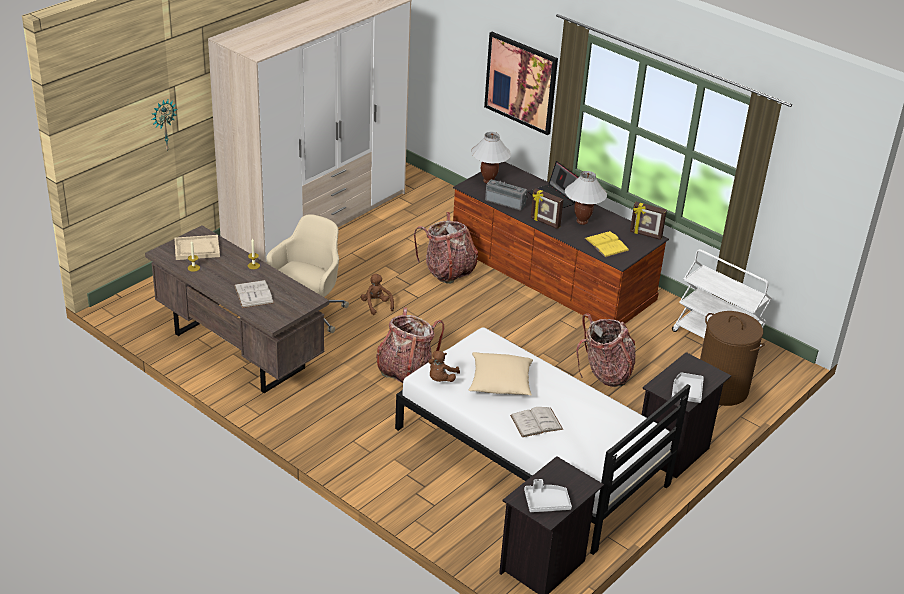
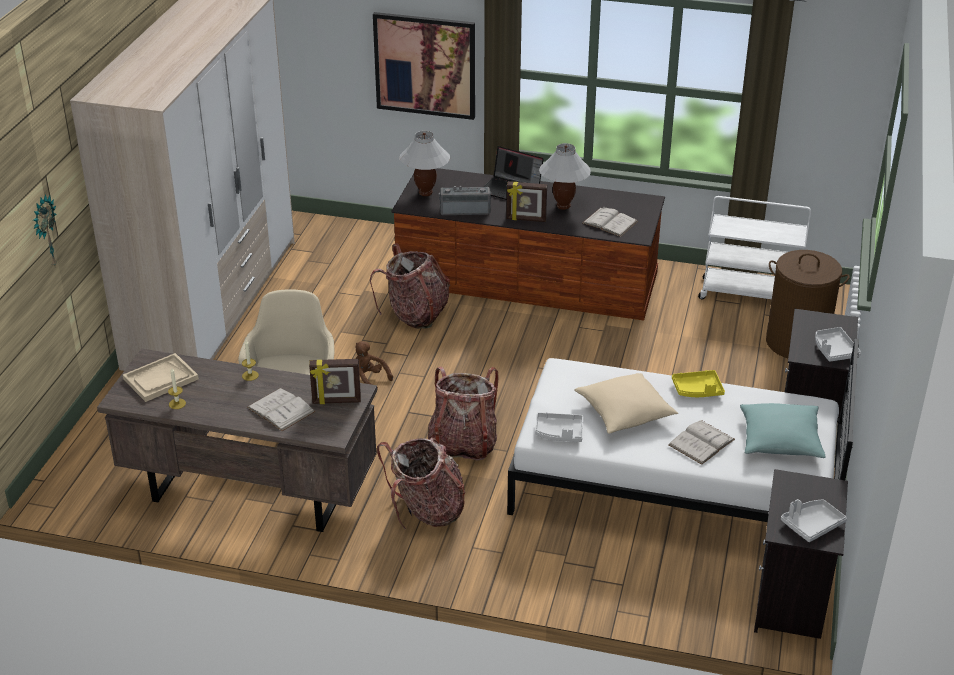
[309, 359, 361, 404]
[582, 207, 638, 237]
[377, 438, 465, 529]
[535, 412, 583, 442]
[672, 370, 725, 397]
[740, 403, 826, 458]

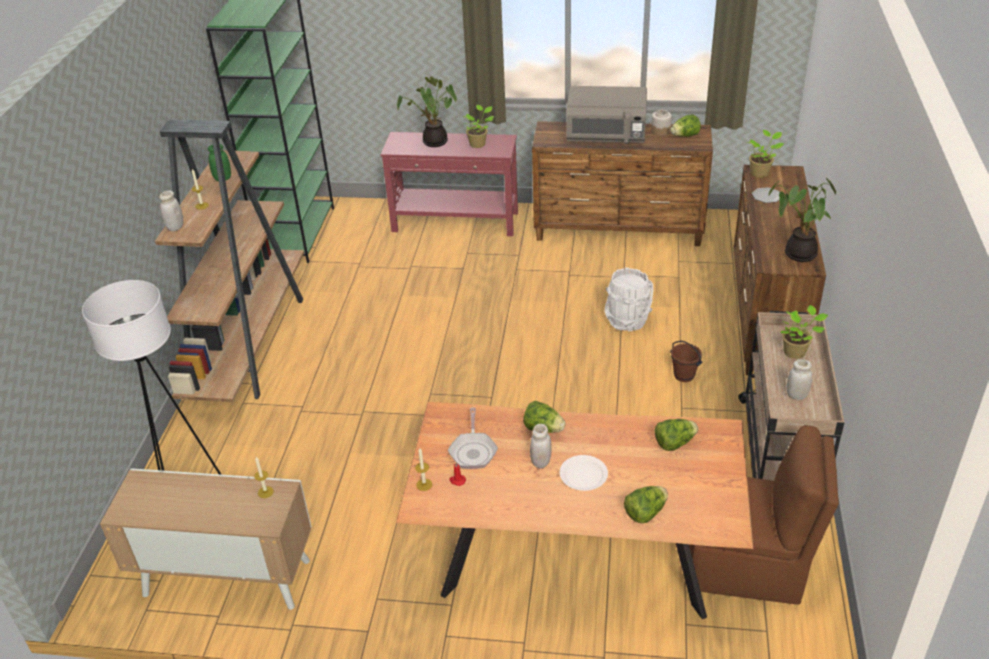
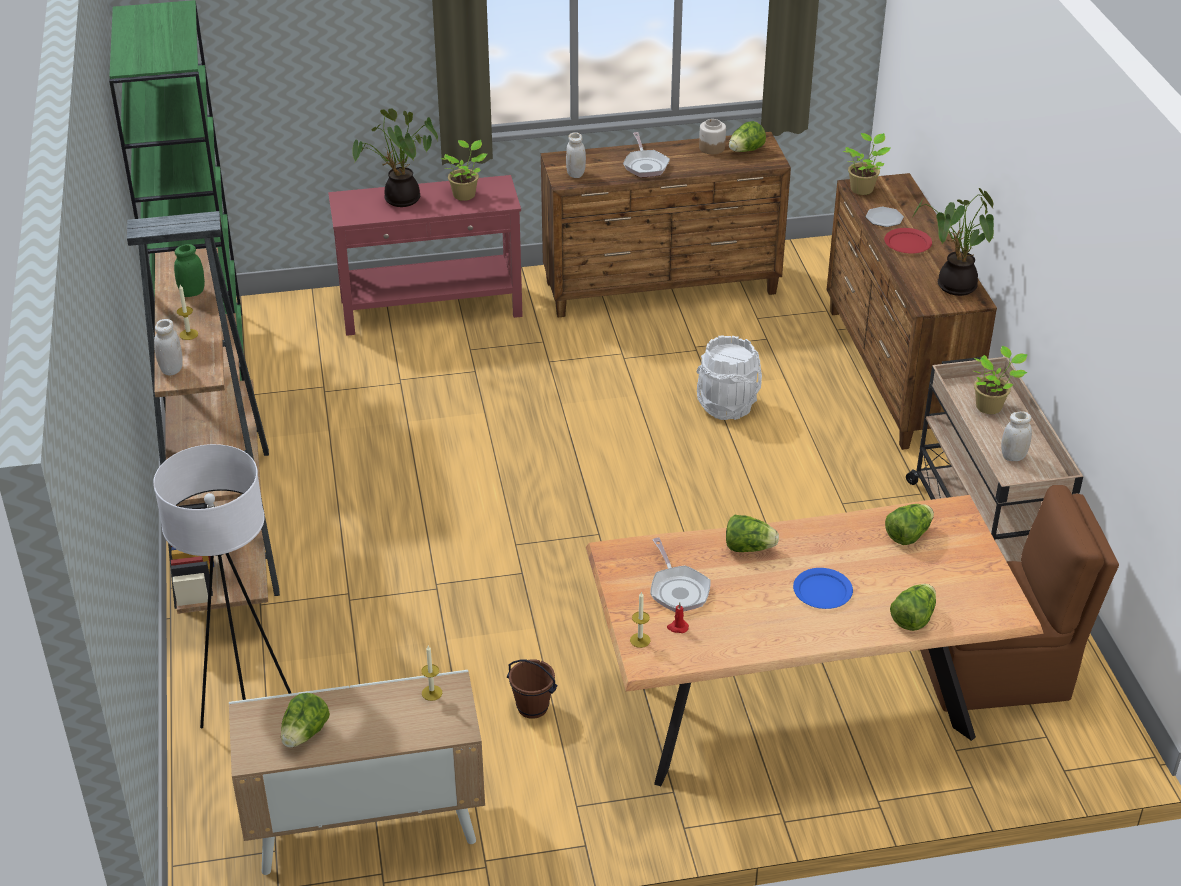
[623, 132, 670, 177]
[507, 659, 558, 719]
[566, 132, 586, 178]
[793, 568, 853, 609]
[884, 228, 932, 254]
[281, 693, 330, 748]

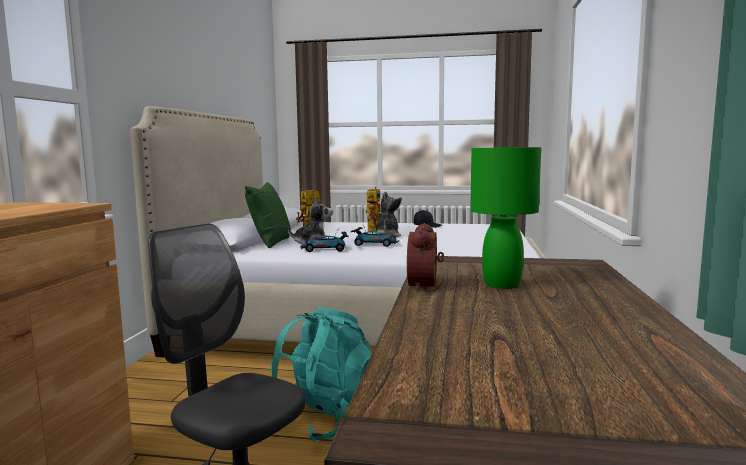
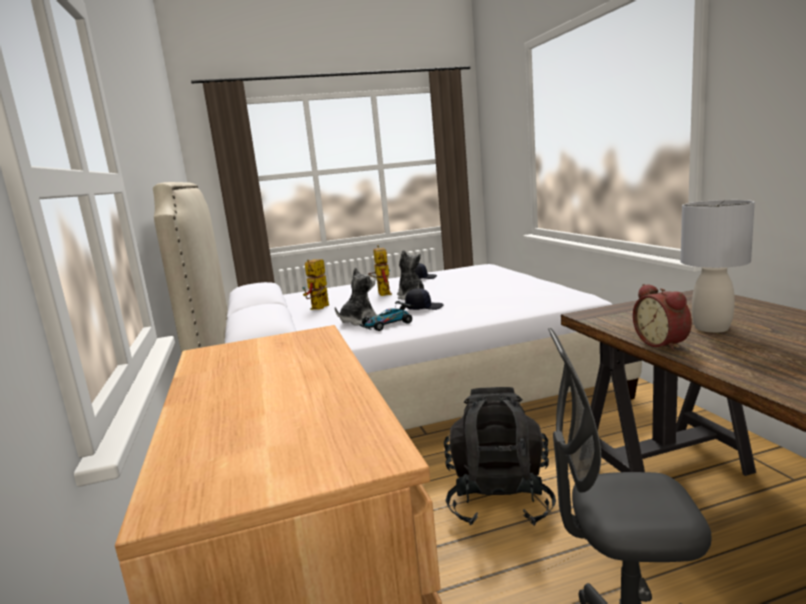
[680, 200, 755, 333]
[245, 182, 291, 248] (first image)
[405, 288, 444, 310]
[444, 387, 556, 526]

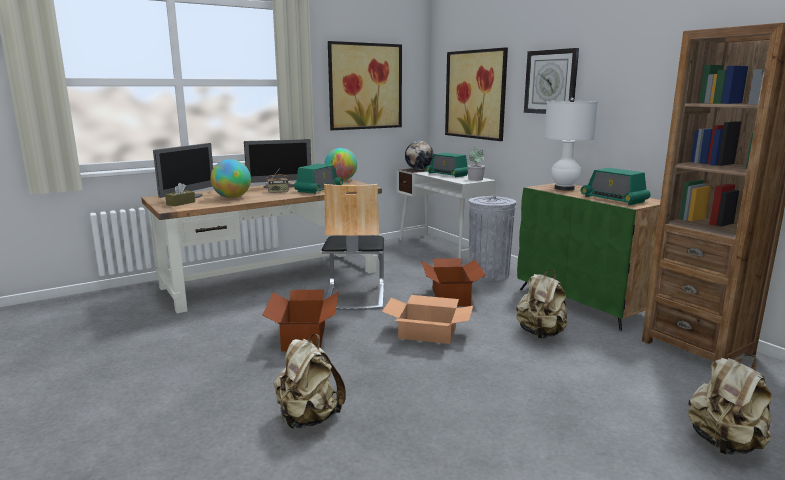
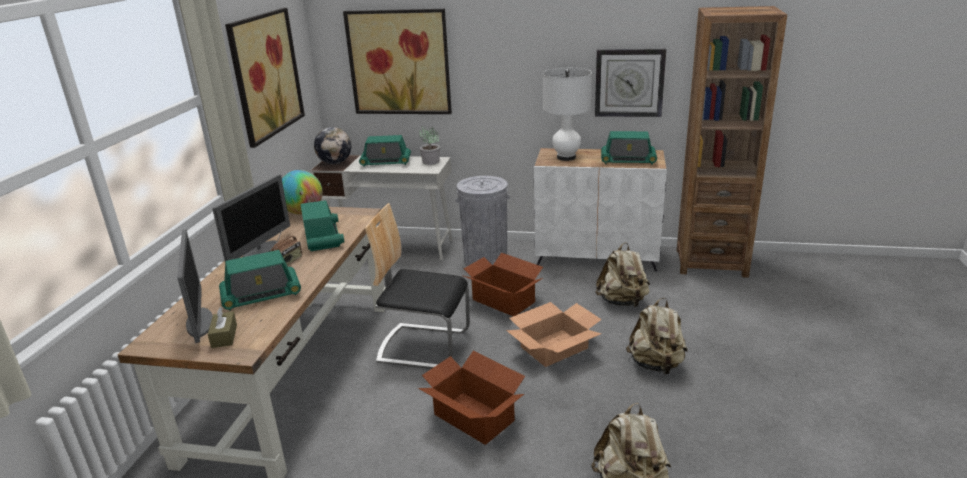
[595, 49, 666, 117]
[219, 250, 301, 311]
[534, 148, 667, 271]
[365, 203, 470, 369]
[626, 298, 688, 375]

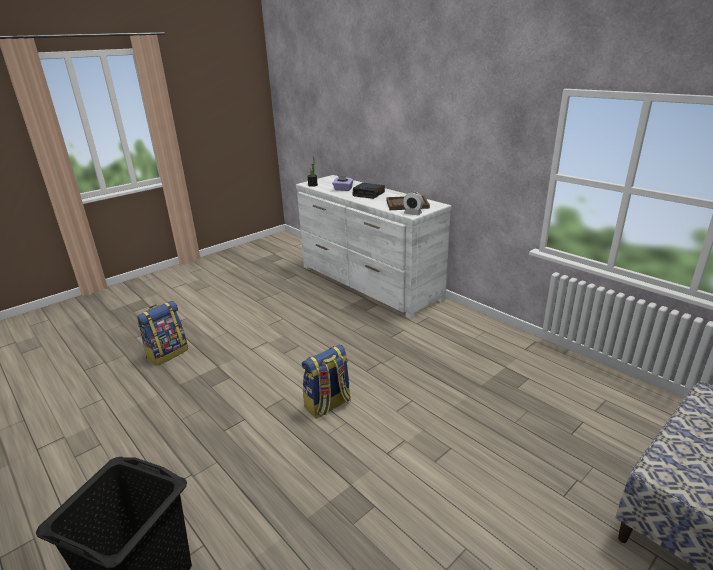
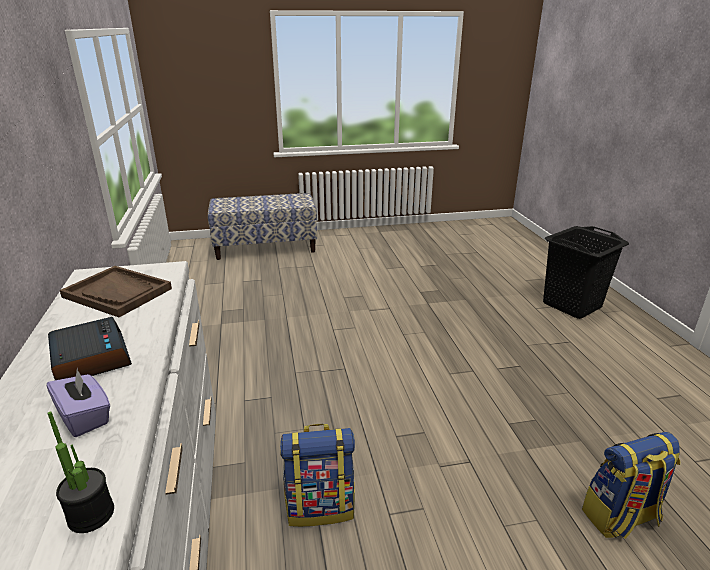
[403, 192, 424, 215] (first image)
[280, 424, 355, 527]

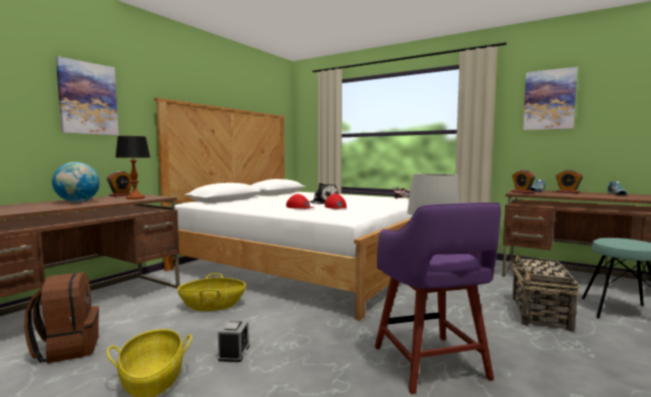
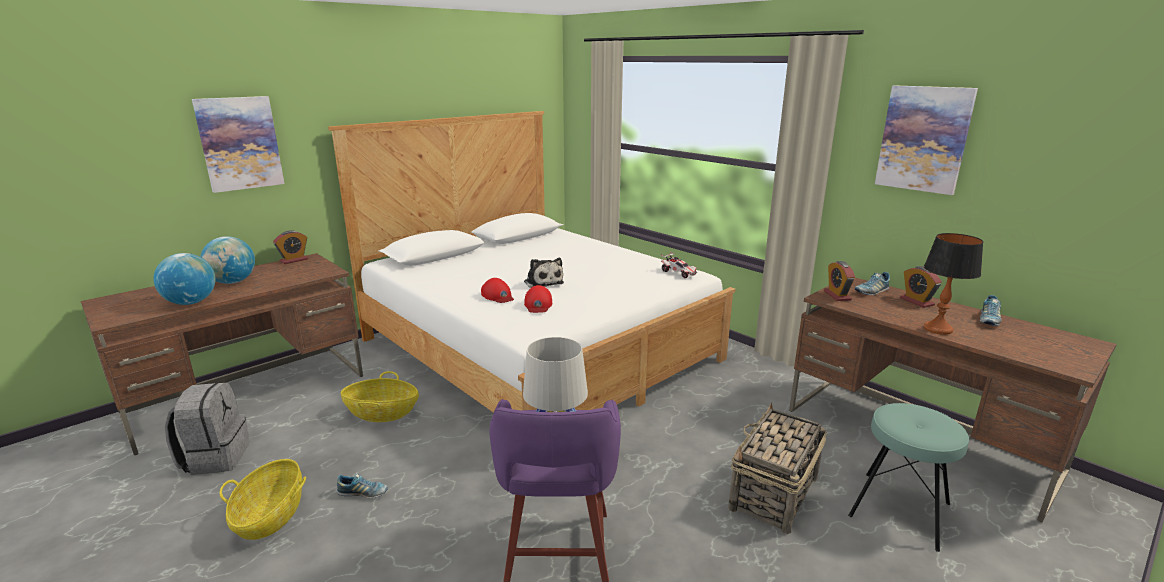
[924, 233, 983, 335]
[165, 383, 250, 475]
[337, 473, 388, 498]
[153, 253, 215, 305]

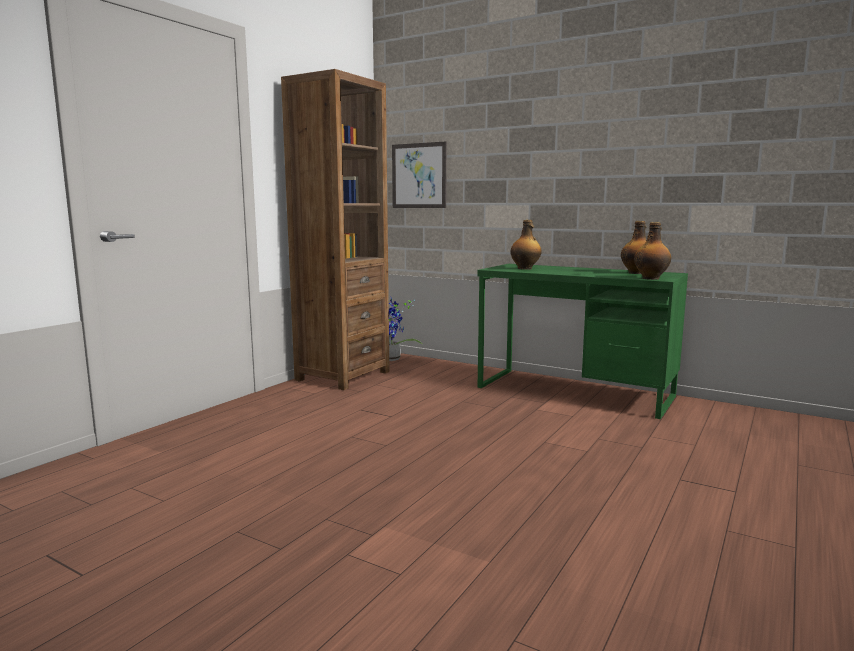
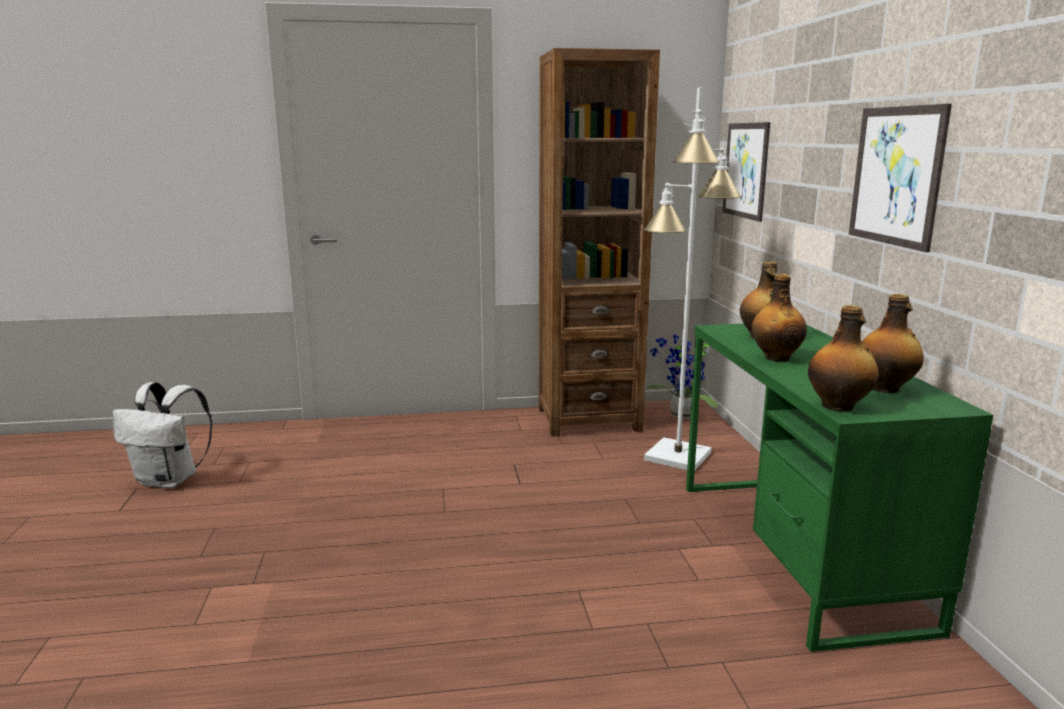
[644, 87, 742, 470]
[849, 104, 952, 252]
[751, 274, 807, 362]
[112, 382, 213, 489]

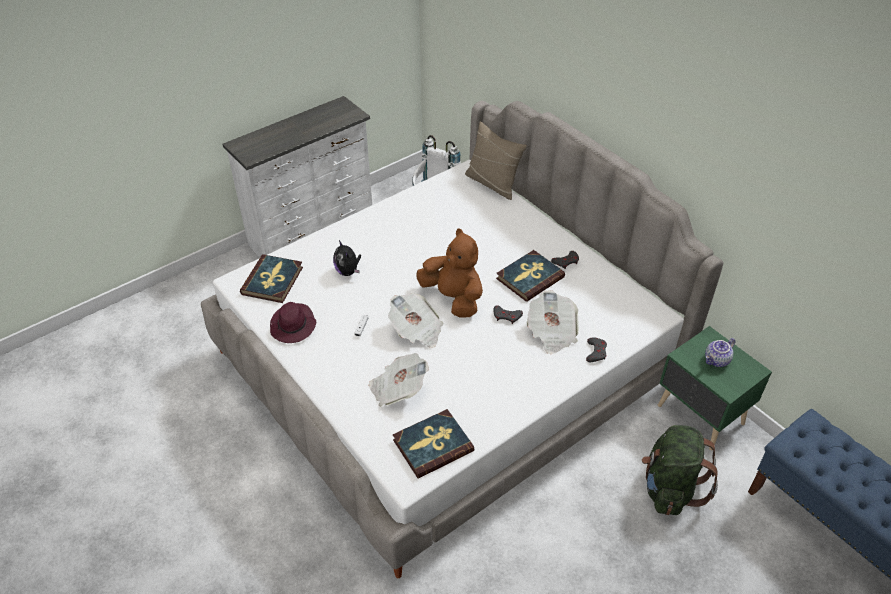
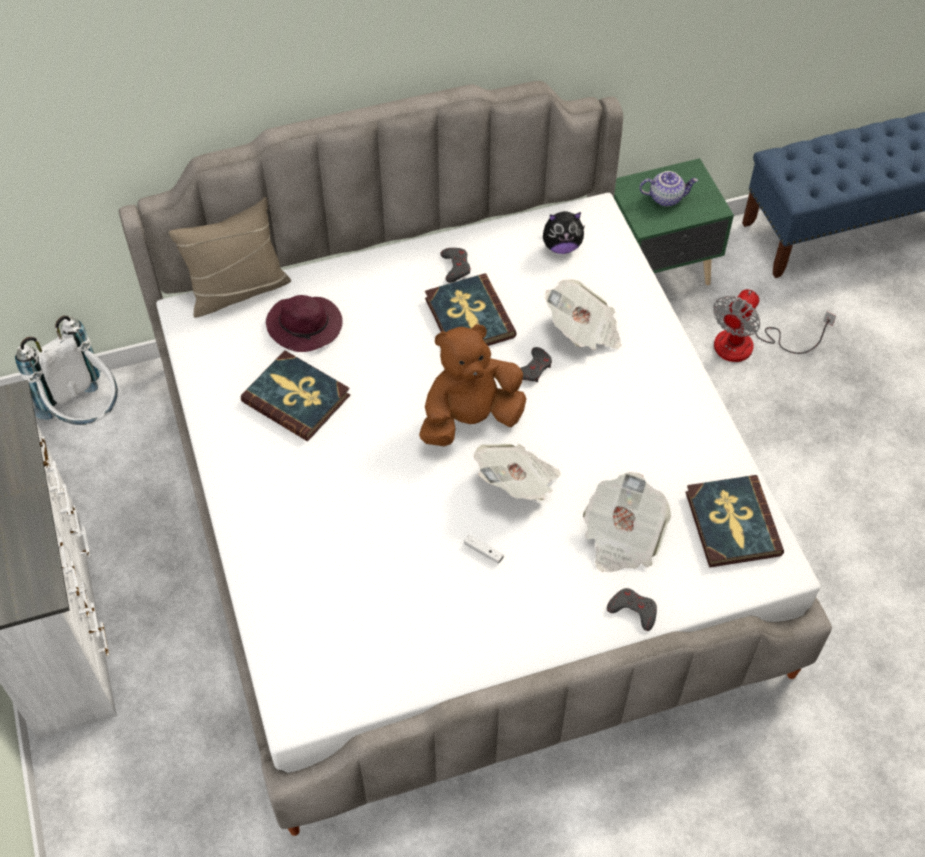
[543, 211, 585, 254]
[241, 350, 350, 441]
[266, 295, 343, 352]
[607, 588, 657, 631]
[639, 171, 698, 206]
[713, 289, 836, 362]

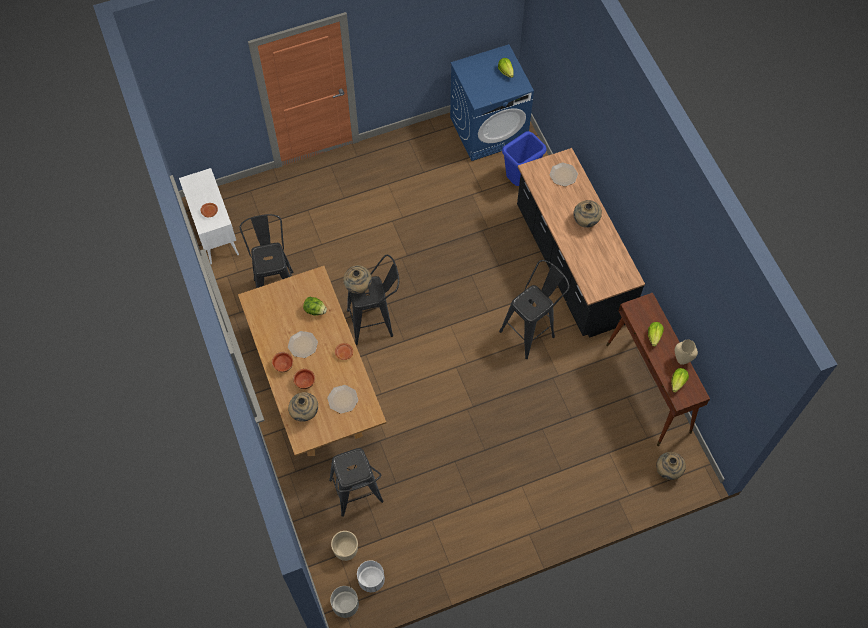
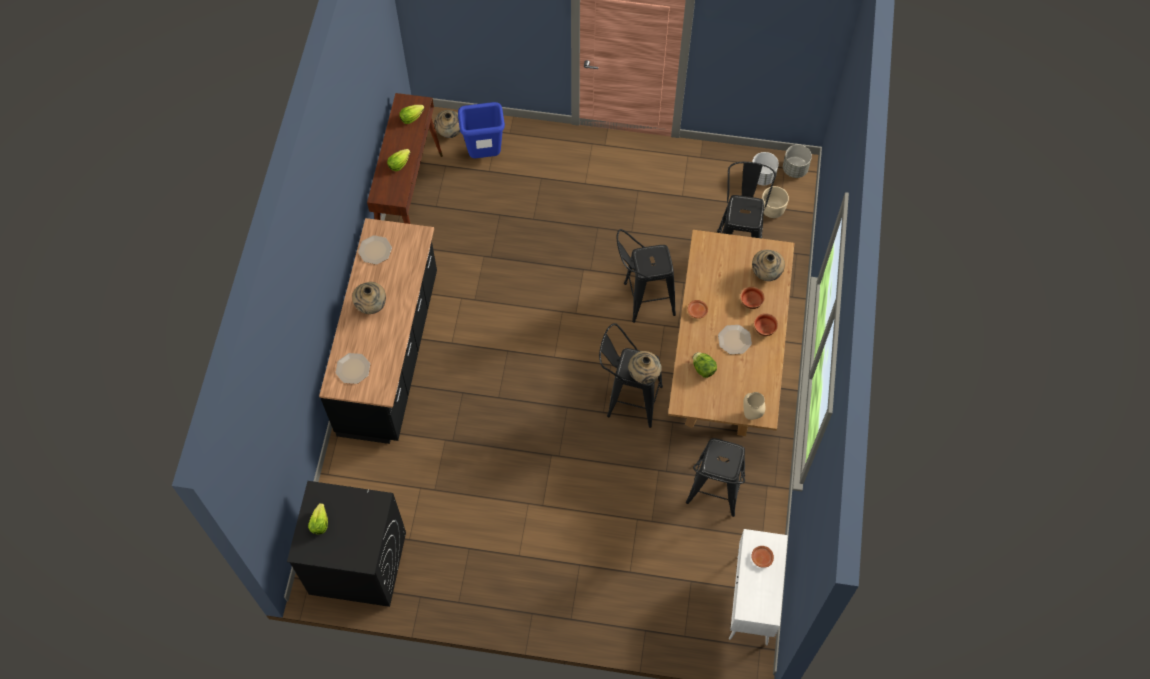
[287, 481, 406, 607]
[458, 102, 505, 158]
[617, 229, 676, 323]
[743, 392, 765, 420]
[358, 235, 392, 264]

